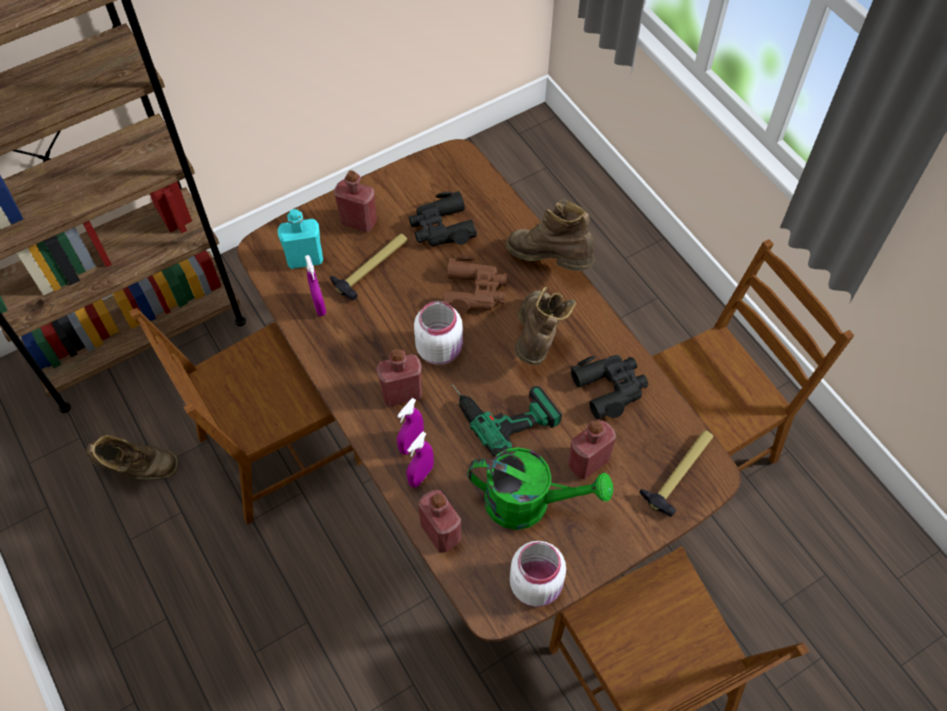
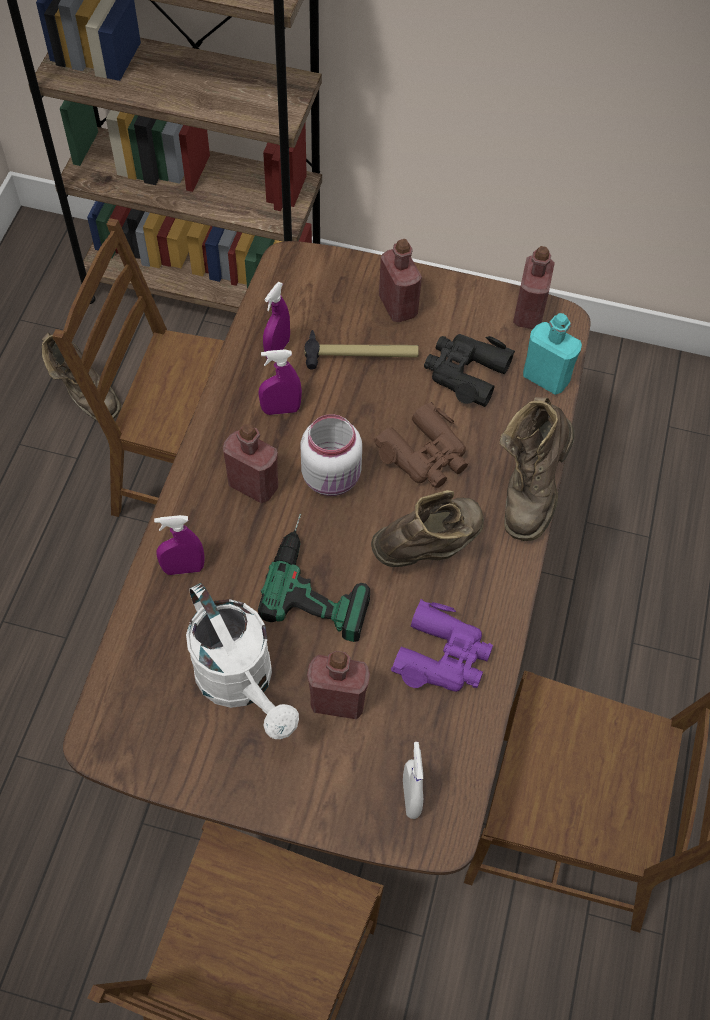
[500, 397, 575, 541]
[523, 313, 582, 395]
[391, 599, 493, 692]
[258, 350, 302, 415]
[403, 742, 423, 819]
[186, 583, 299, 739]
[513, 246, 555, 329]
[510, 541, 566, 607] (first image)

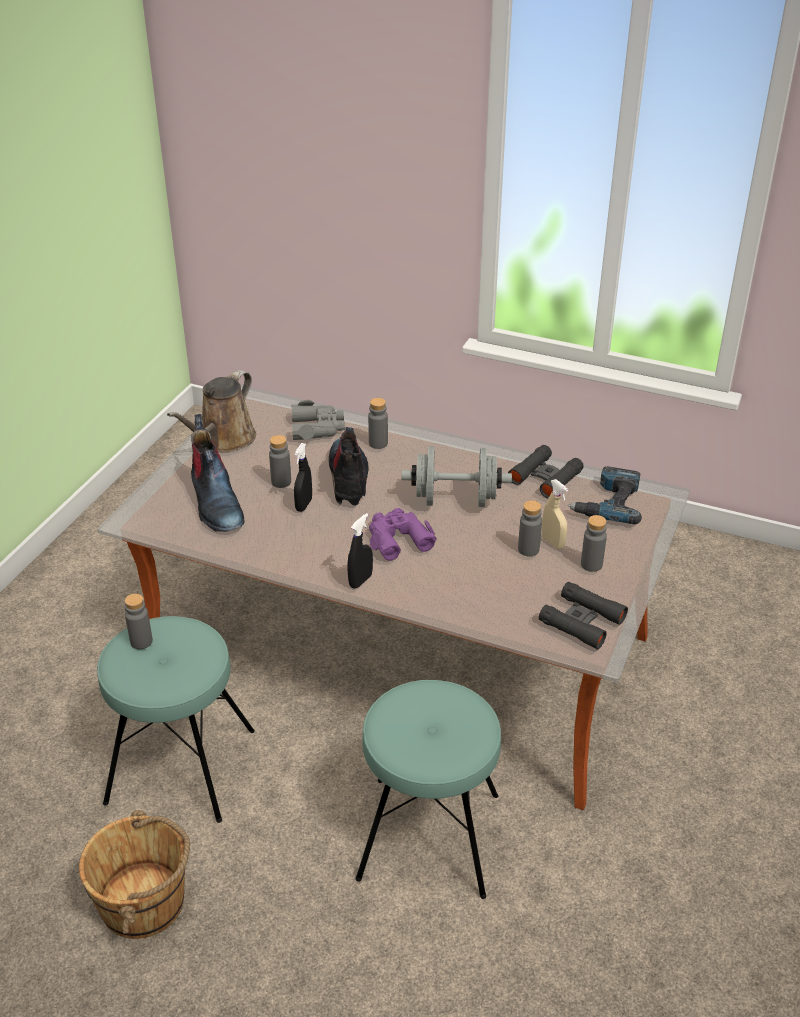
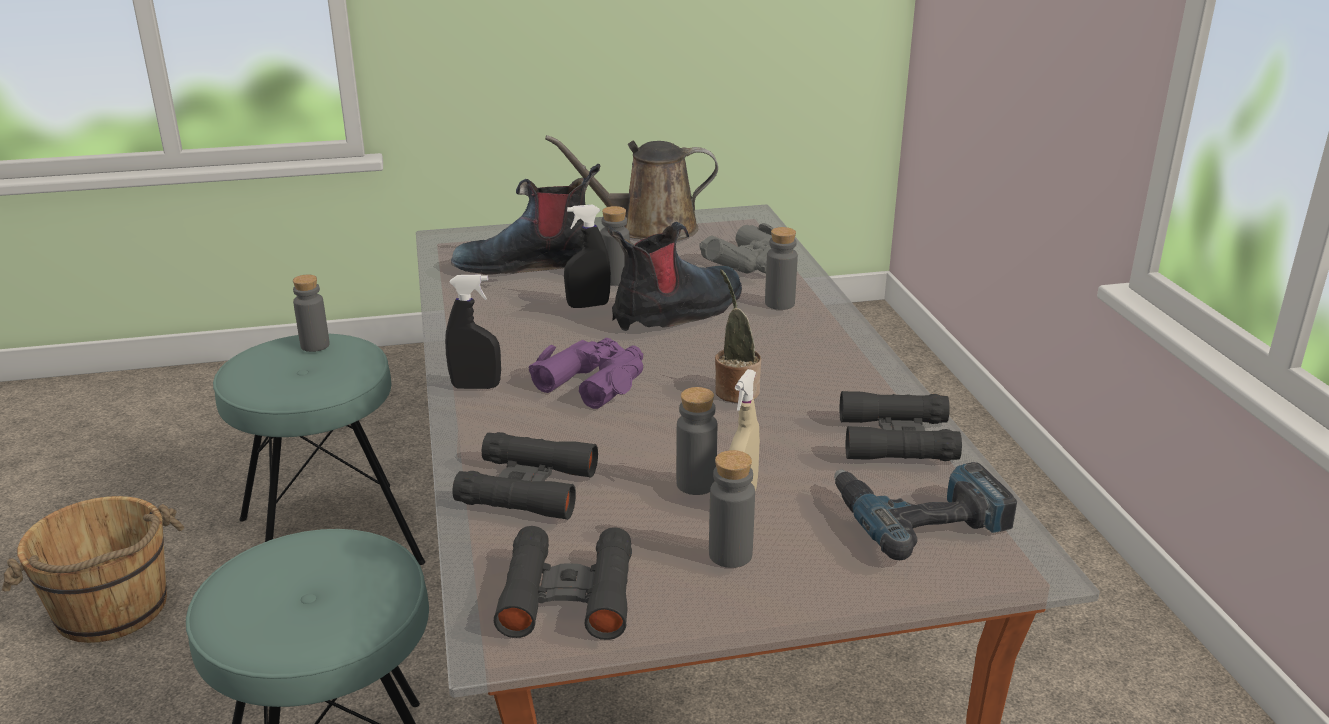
[451, 164, 601, 275]
[715, 269, 761, 403]
[452, 432, 598, 520]

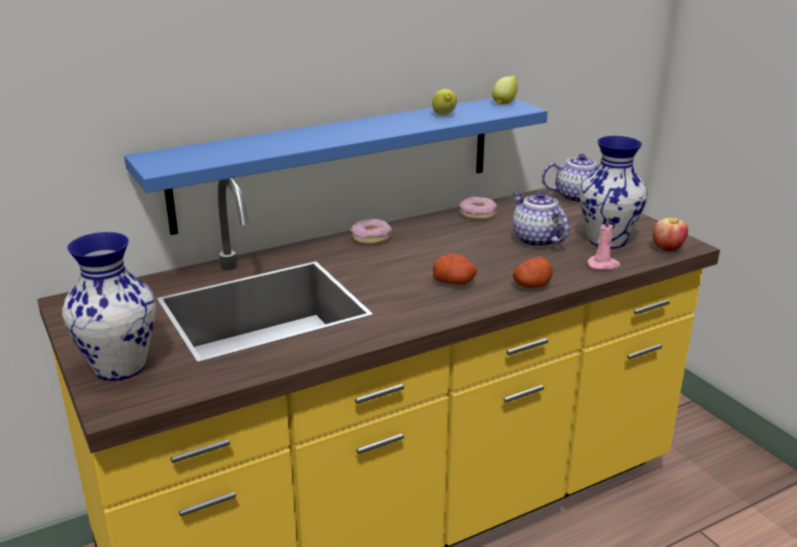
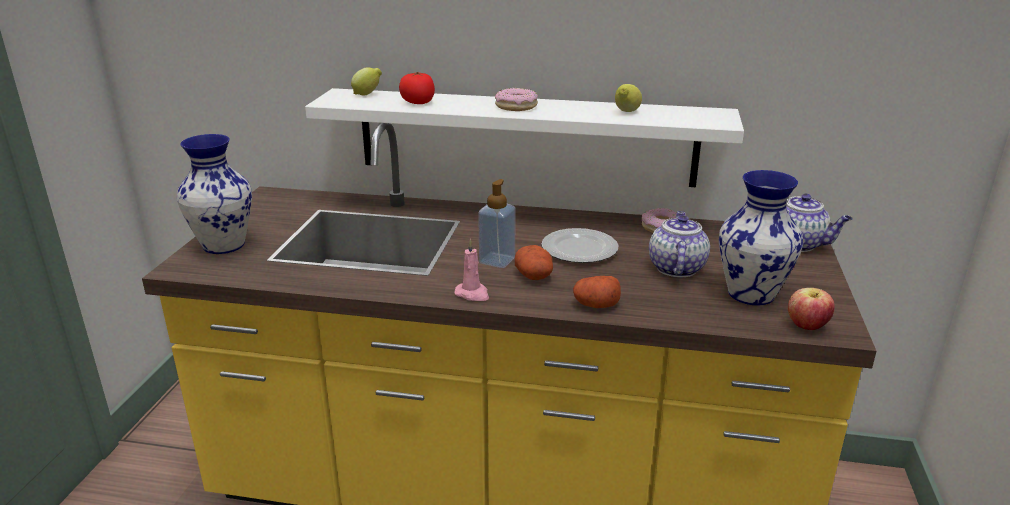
[351, 67, 382, 95]
[305, 88, 744, 187]
[454, 239, 489, 301]
[495, 88, 538, 111]
[399, 72, 435, 104]
[478, 179, 516, 268]
[542, 228, 618, 263]

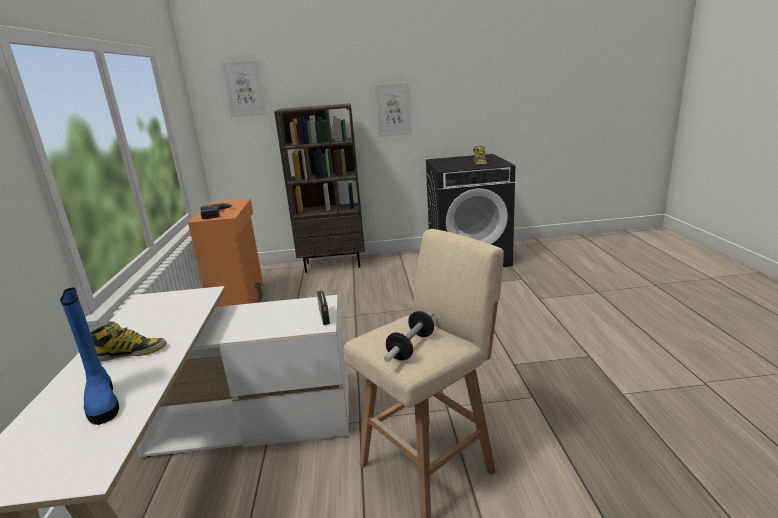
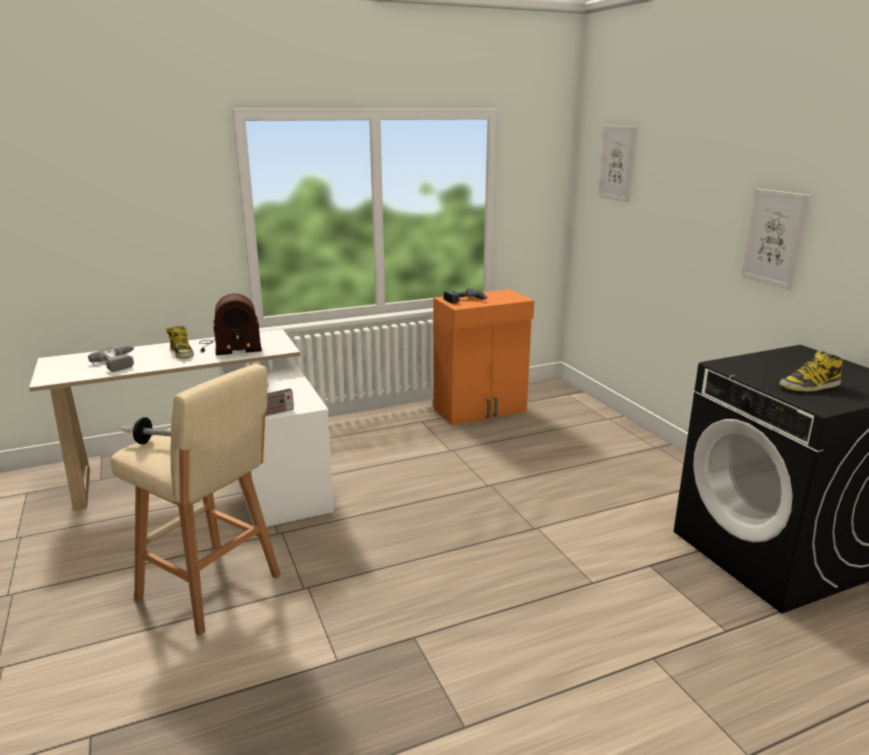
[274, 103, 365, 273] (first image)
[88, 346, 134, 372]
[199, 293, 262, 355]

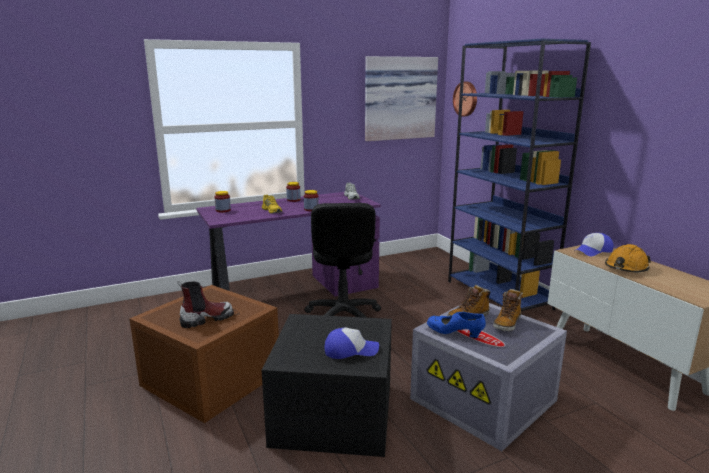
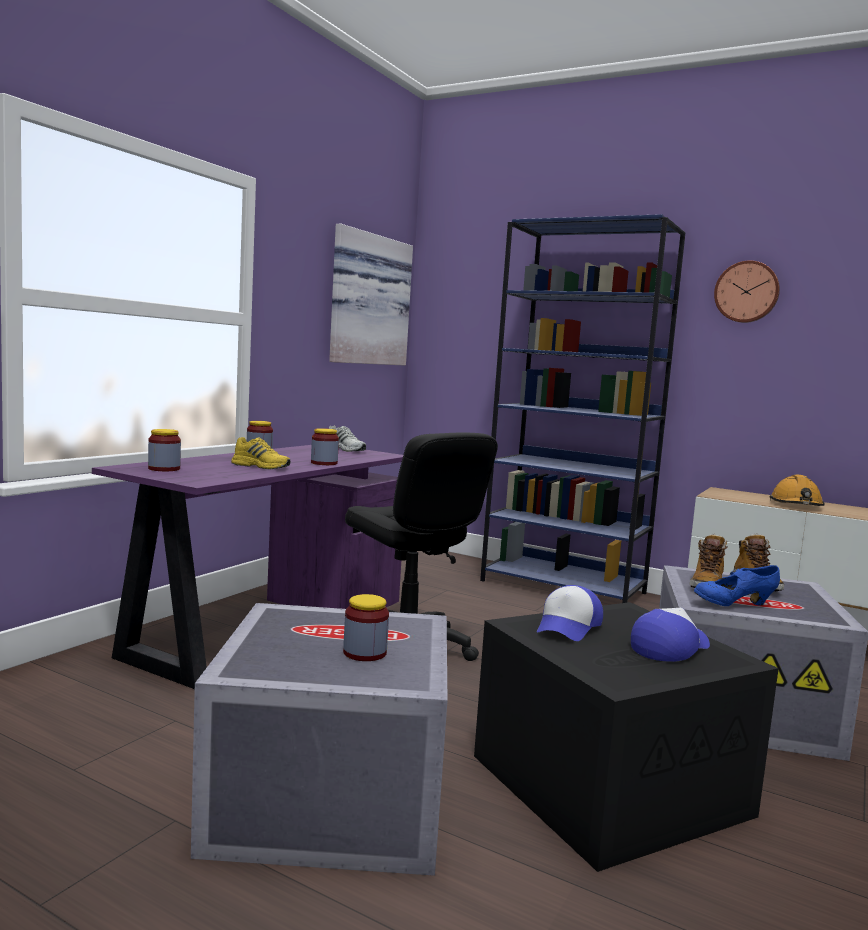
[714, 260, 780, 323]
[537, 585, 603, 641]
[343, 594, 389, 661]
[191, 603, 448, 876]

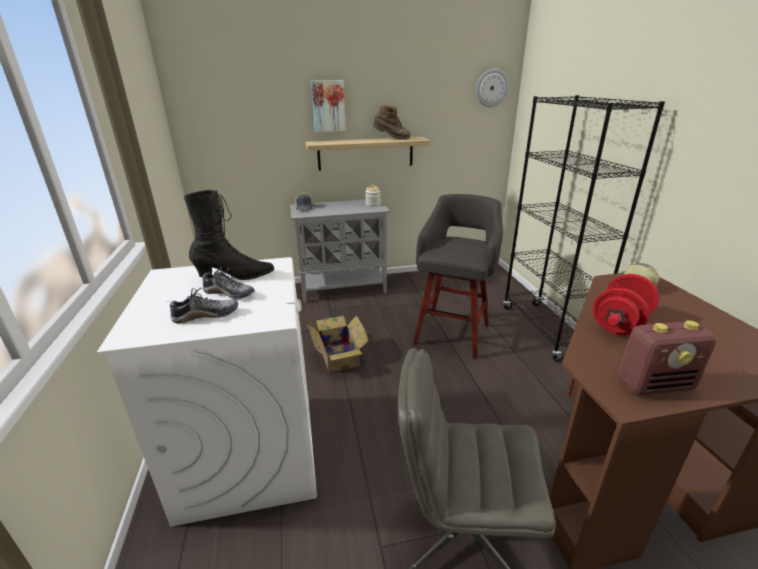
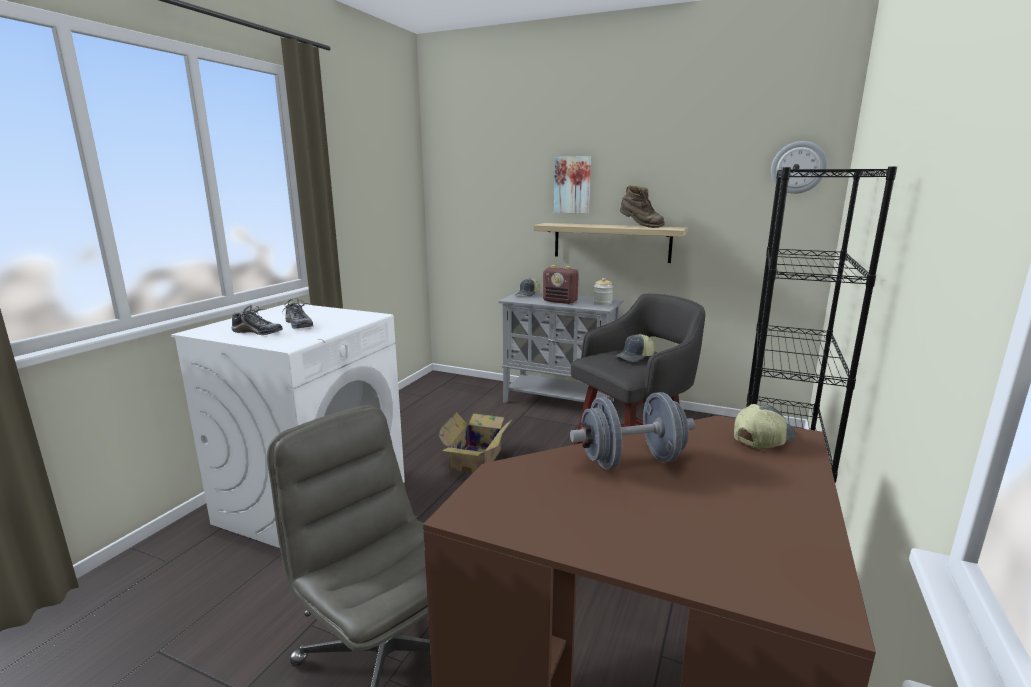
[184, 190, 274, 280] (first image)
[570, 392, 695, 469]
[543, 265, 579, 304]
[614, 334, 654, 362]

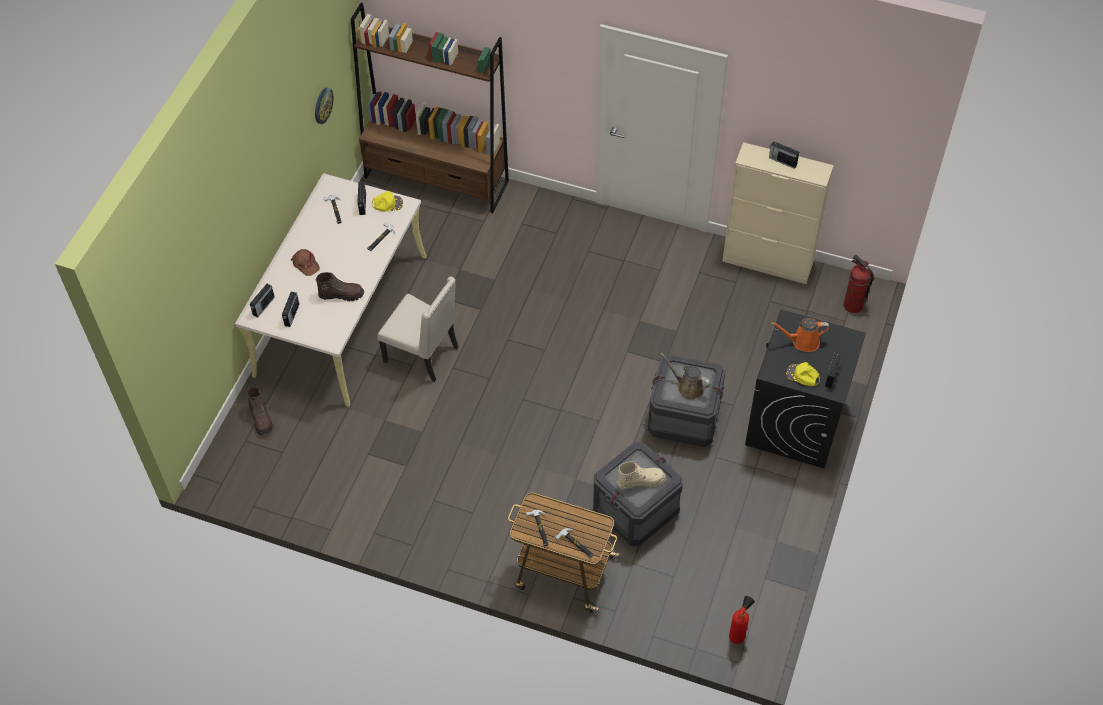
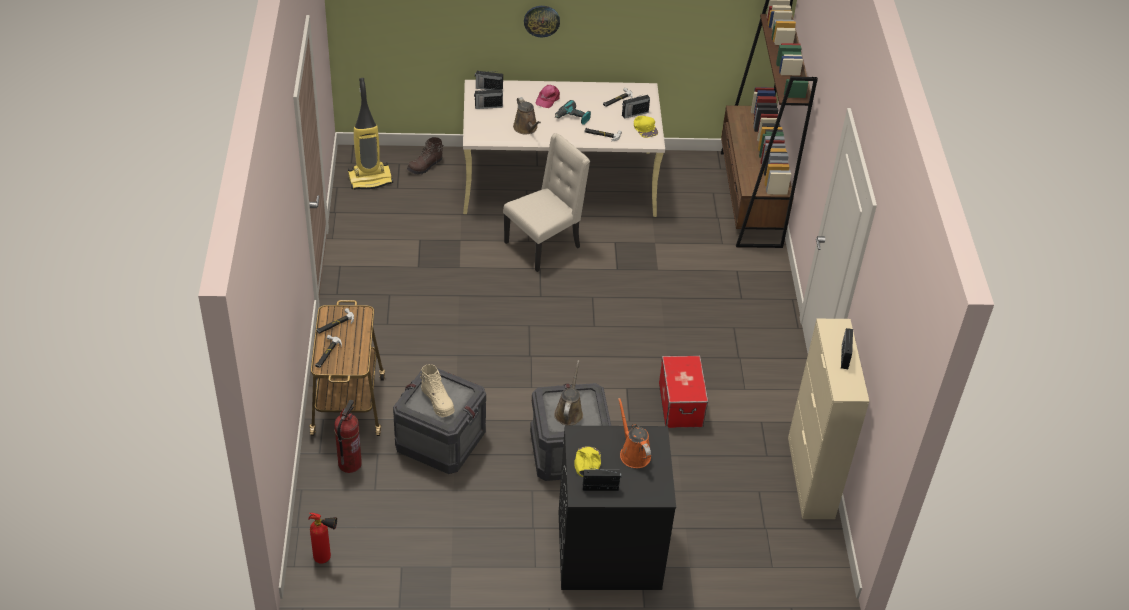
[524, 6, 560, 37]
[536, 85, 560, 108]
[334, 400, 362, 473]
[513, 97, 541, 134]
[503, 133, 590, 272]
[348, 78, 393, 190]
[555, 100, 591, 125]
[659, 355, 708, 428]

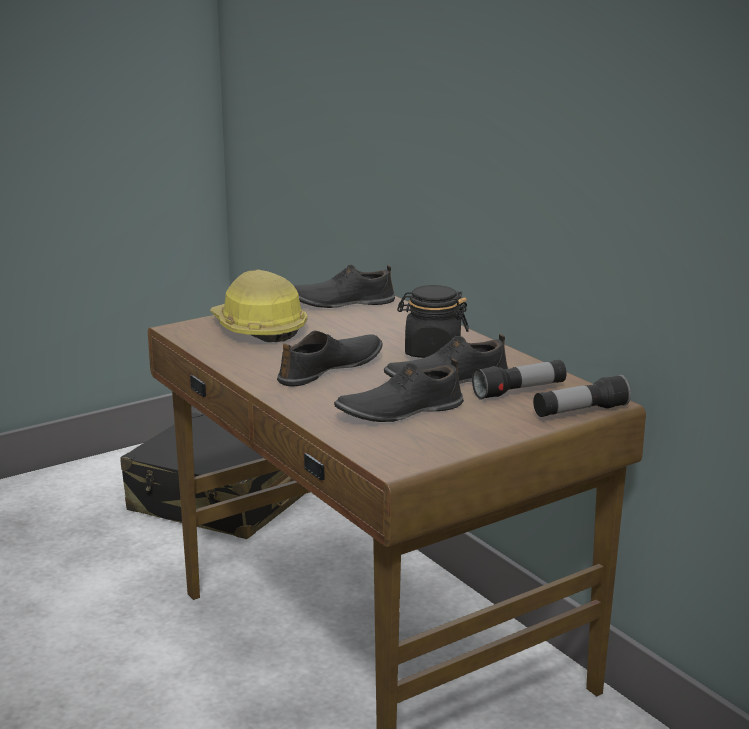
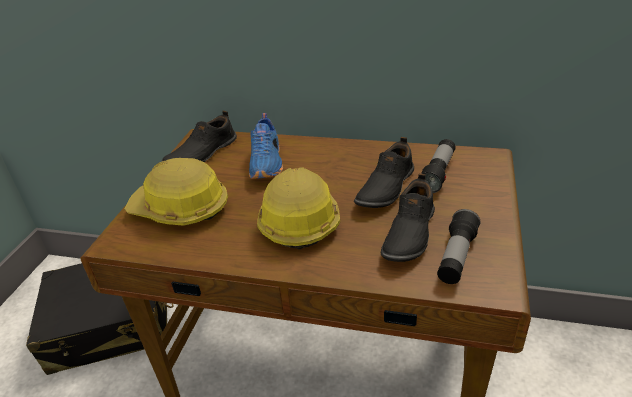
[397, 285, 469, 358] (first image)
[257, 167, 340, 249]
[437, 209, 481, 284]
[249, 113, 283, 179]

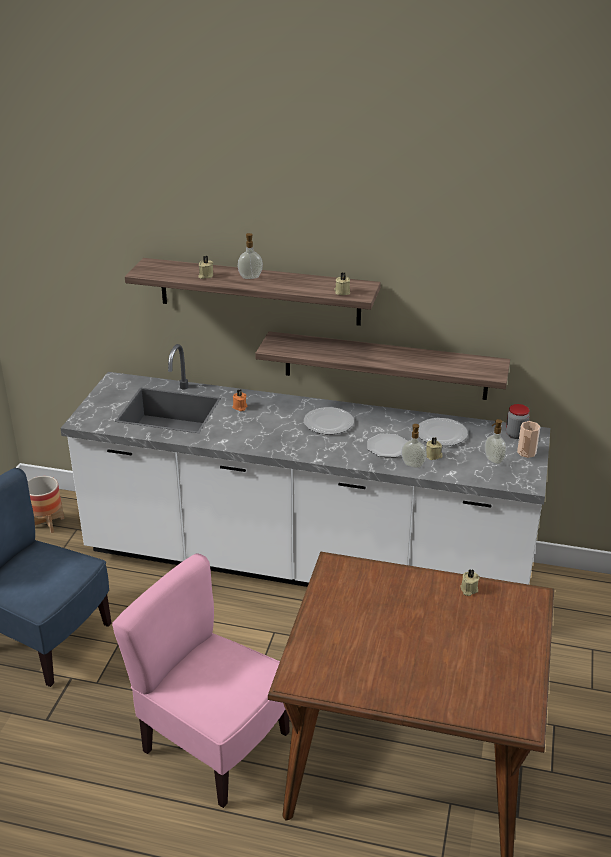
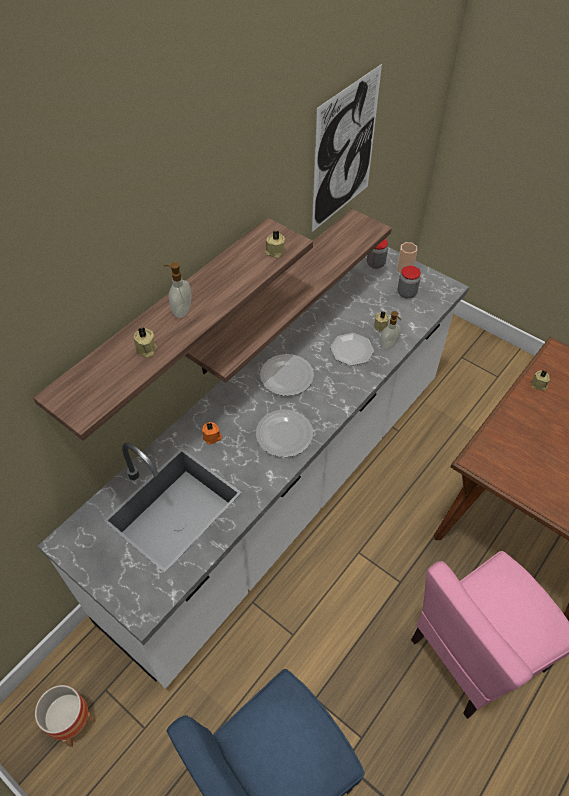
[256, 410, 313, 457]
[398, 266, 421, 299]
[312, 64, 382, 232]

